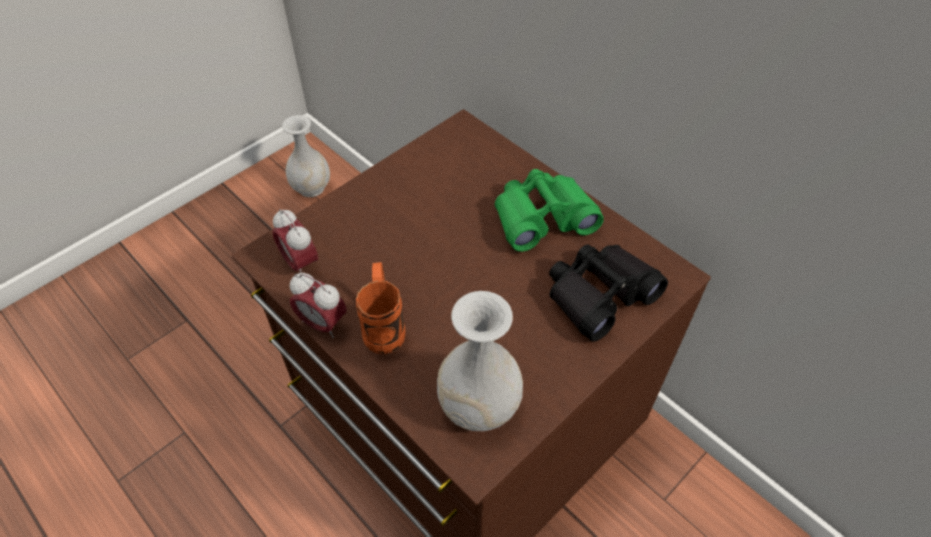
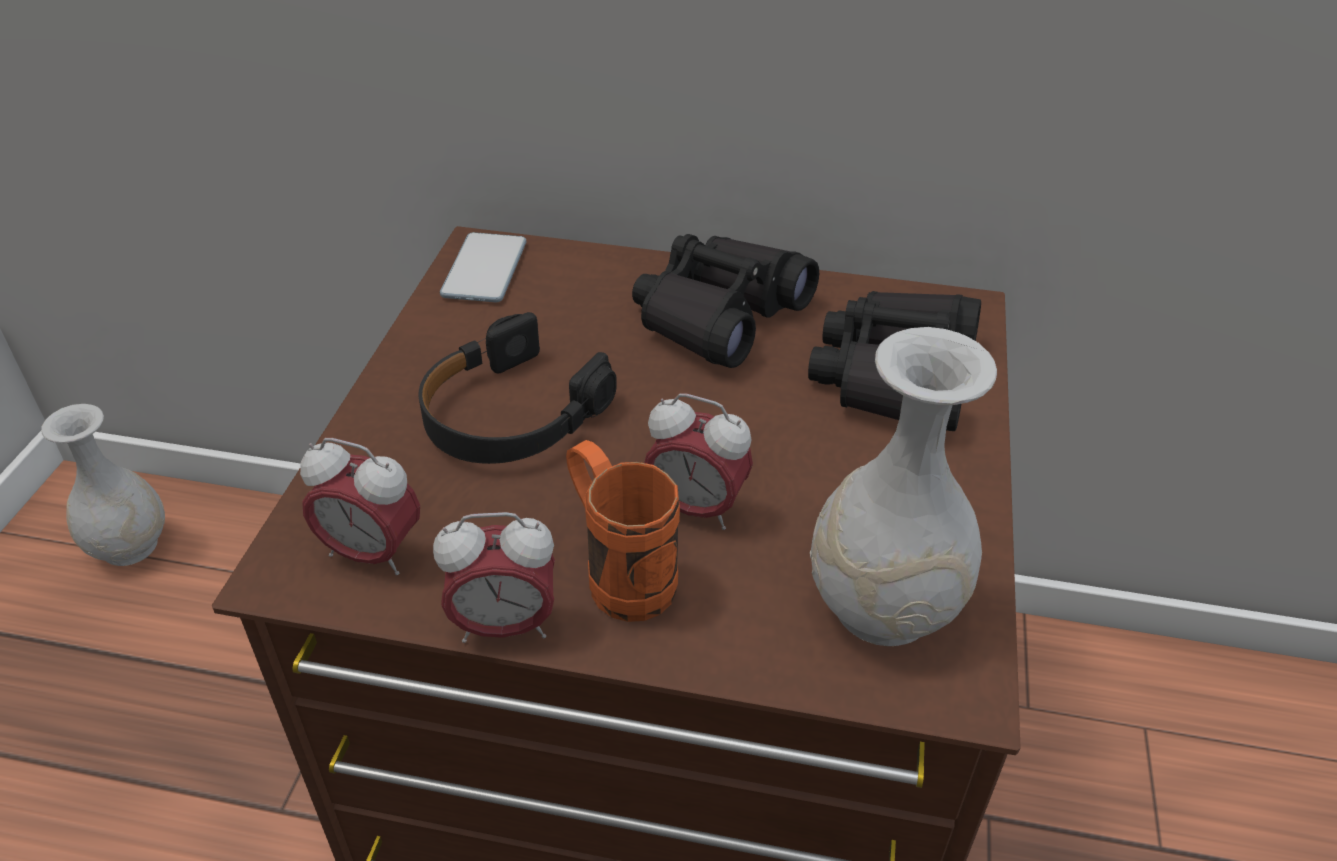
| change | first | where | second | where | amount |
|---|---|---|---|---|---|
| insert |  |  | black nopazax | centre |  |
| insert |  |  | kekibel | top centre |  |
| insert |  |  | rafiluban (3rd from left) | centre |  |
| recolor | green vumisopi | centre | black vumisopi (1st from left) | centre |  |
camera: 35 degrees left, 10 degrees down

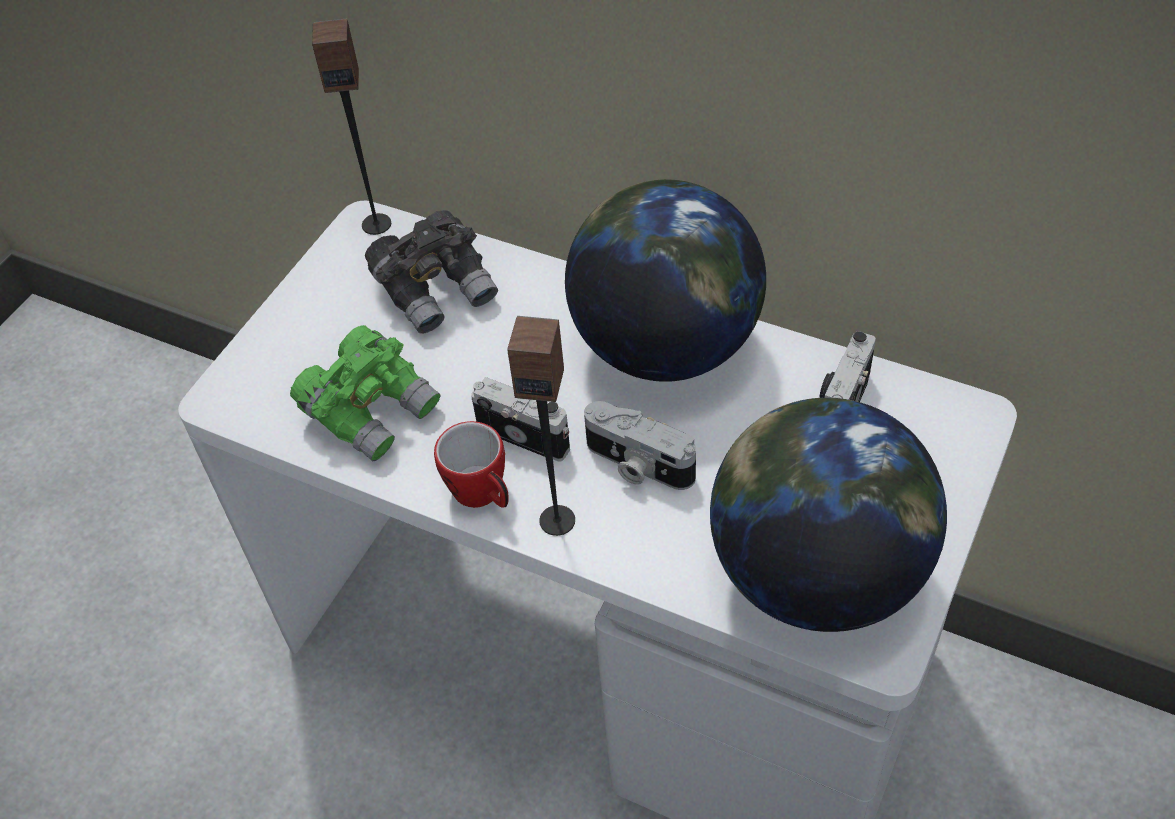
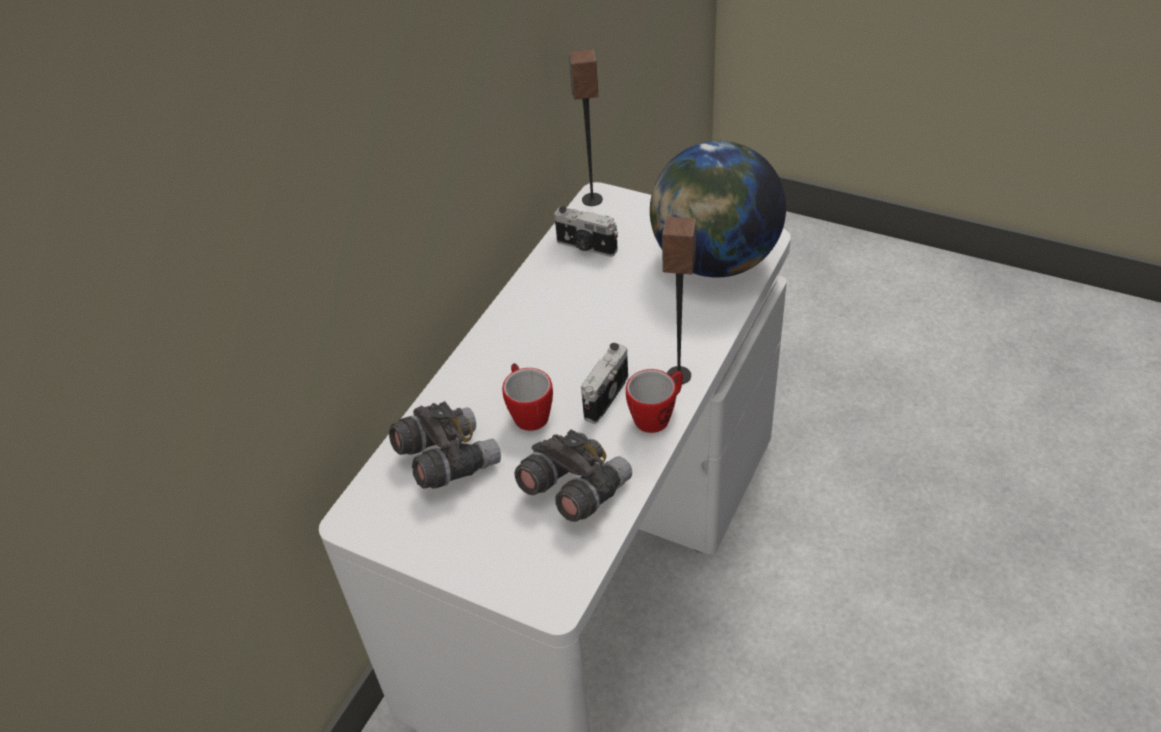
| change | first | where | second | where | amount |
|---|---|---|---|---|---|
| delete | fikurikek (1st from left) | centre |  |  |  |
| delete | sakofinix (2nd from left) | centre |  |  |  |
| insert |  |  | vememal (1st from left) | centre |  |
| move | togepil (1st from left) | top left |  | top centre |  |
| recolor | green vumisopi | middle left | grey vumisopi (2nd from left) | centre |  |
camera: 90 degrees left, 5 degrees down

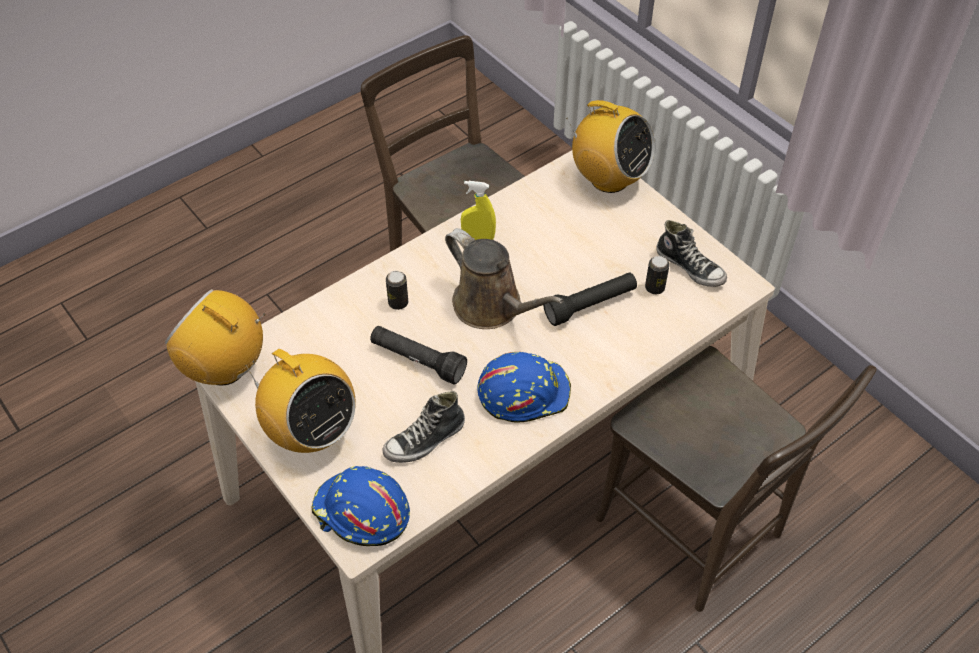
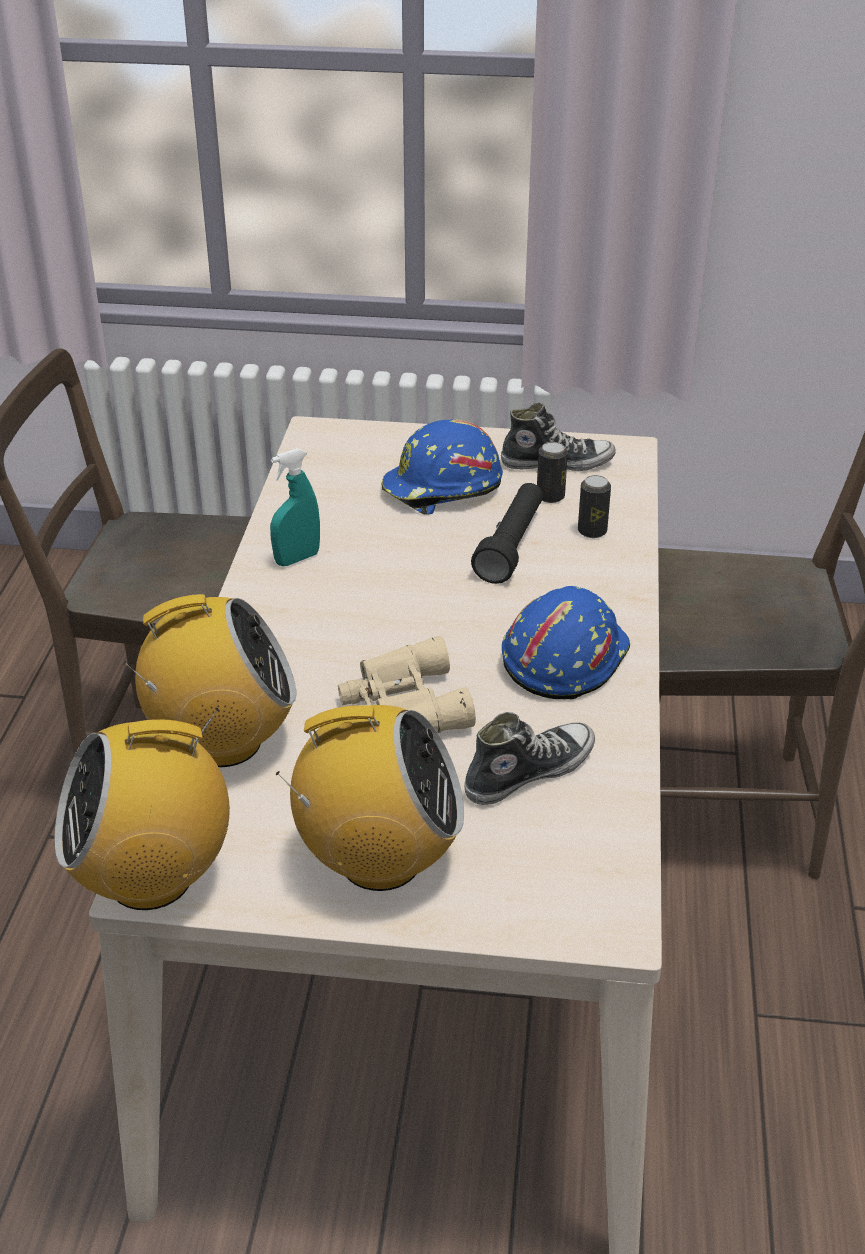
| change | first | where | second | where | amount |
|---|---|---|---|---|---|
| delete | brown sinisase | centre |  |  |  |
| move | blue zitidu (1st from left) | bottom centre |  | centre |  |
| move | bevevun (1st from left in the first image) | centre | bevevun (2nd from left) | middle right |  |
| move | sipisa (3rd from left in the first image) | top centre | sipisa (2nd from left) | middle left |  |
| replace | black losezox (1st from left) | centre | beige vumisopi | centre |  |
| recolor | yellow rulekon | top centre | turquoise rulekon | centre |  |
| rotate | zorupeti (1st from left) | centre |  | centre | 135 degrees counterclockwise |
camera: 45 degrees left, 15 degrees down

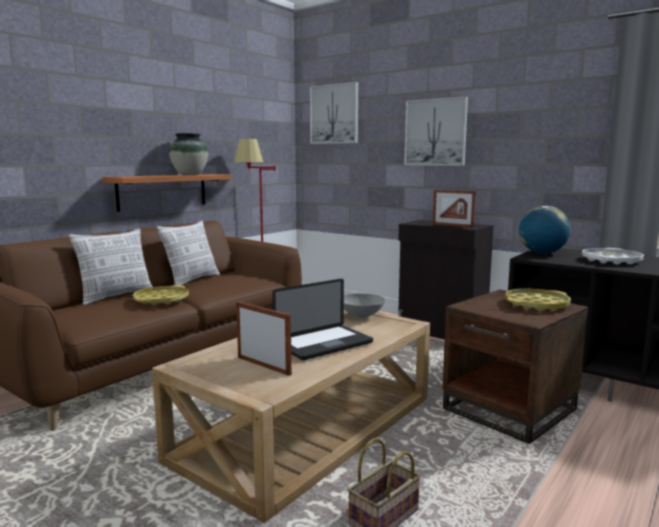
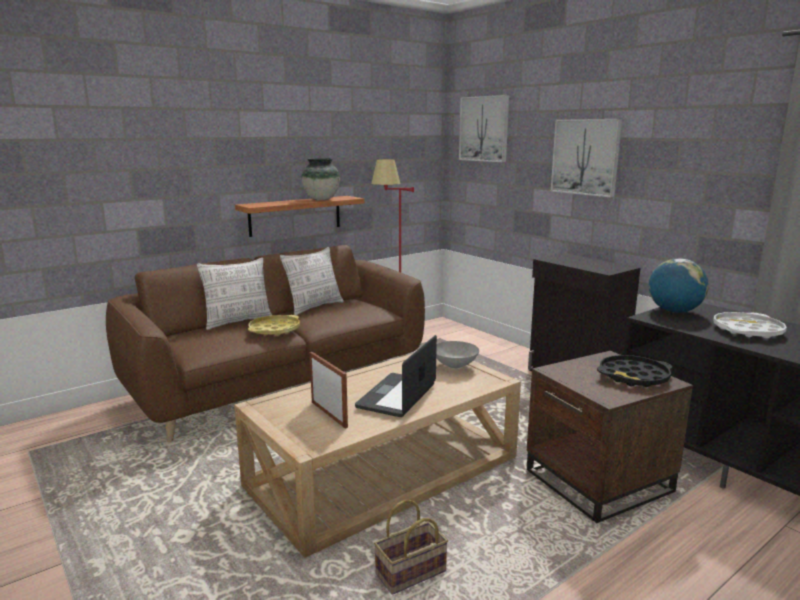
| change | first | where | second | where | amount |
|---|---|---|---|---|---|
| delete | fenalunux (2nd from left) | middle right |  |  |  |
| recolor | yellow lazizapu (2nd from left) | middle right | black lazizapu | middle right |  |
| rotate | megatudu | centre |  | centre | 135 degrees clockwise |
camera: 15 degrees right, 5 degrees up

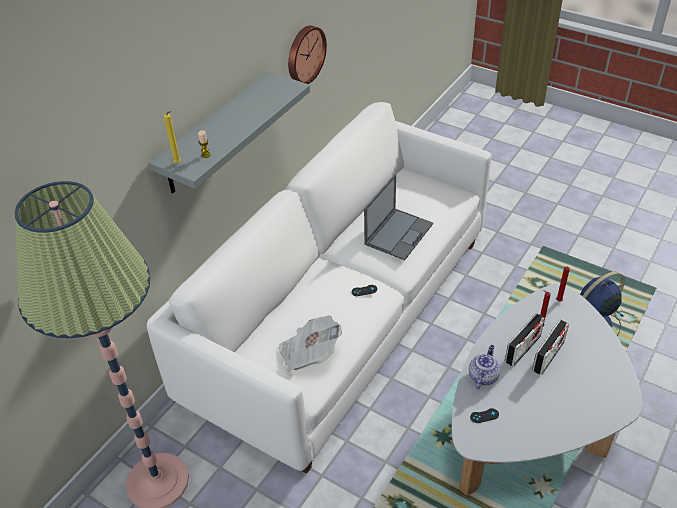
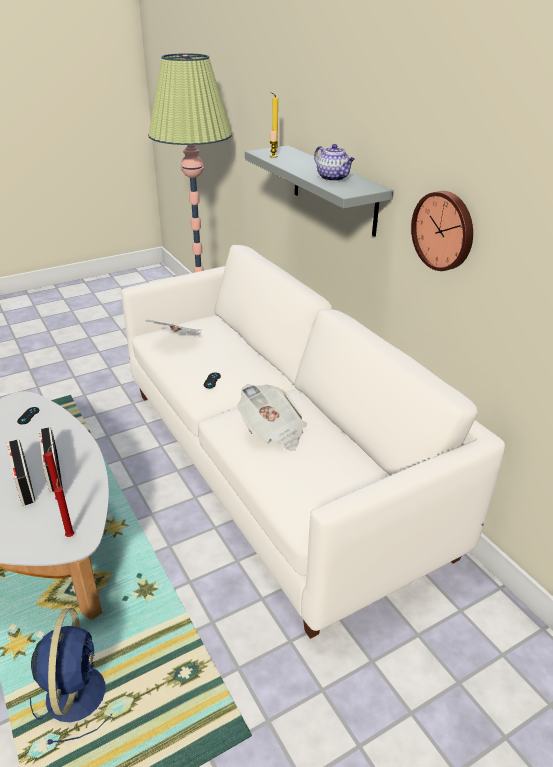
| change | first | where | second | where | amount |
|---|---|---|---|---|---|
| move | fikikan | bottom right |  | top centre |  |
| replace | megatudu | centre | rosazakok (2nd from left) | centre |  |
camera: 115 degrees right, 10 degrees down

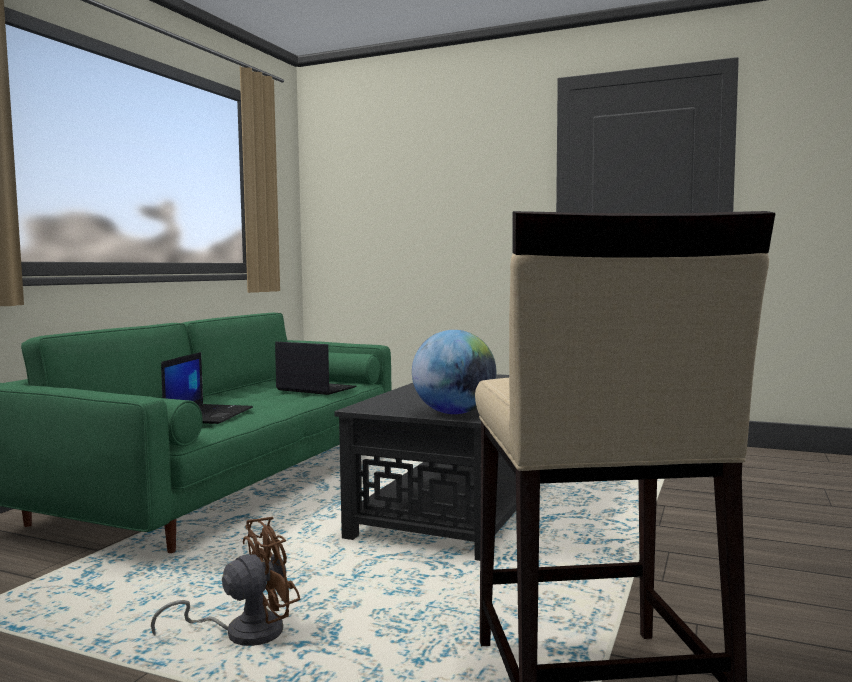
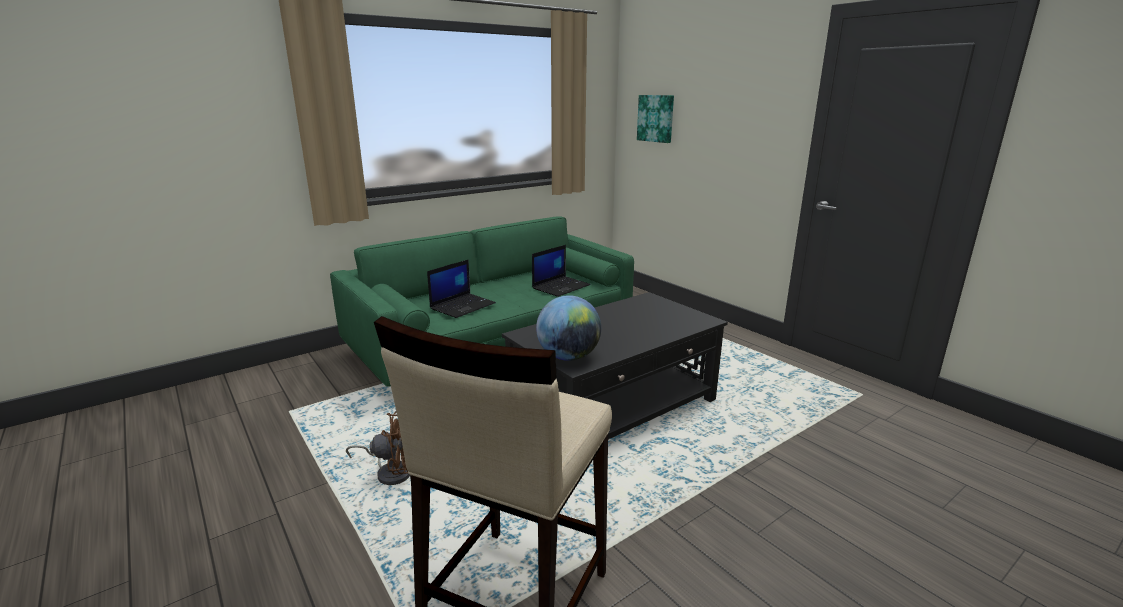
| change | first | where | second | where | amount |
|---|---|---|---|---|---|
| insert |  |  | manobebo | top centre |  |
| rotate | megatudu (2nd from left) | centre |  | centre | 75 degrees clockwise |
camera: 30 degrees right, 15 degrees up

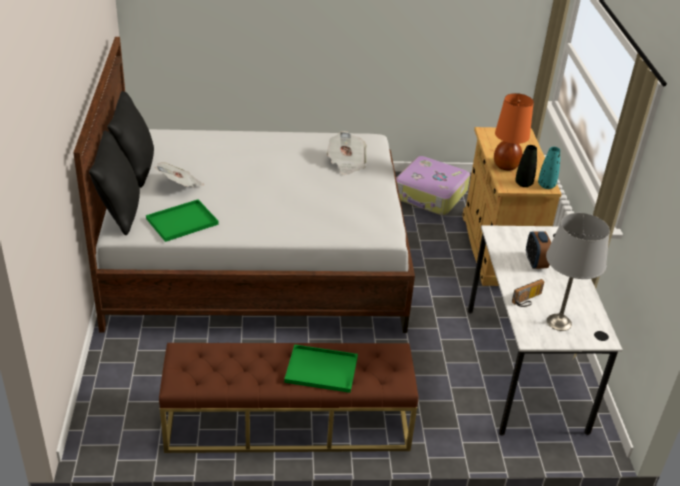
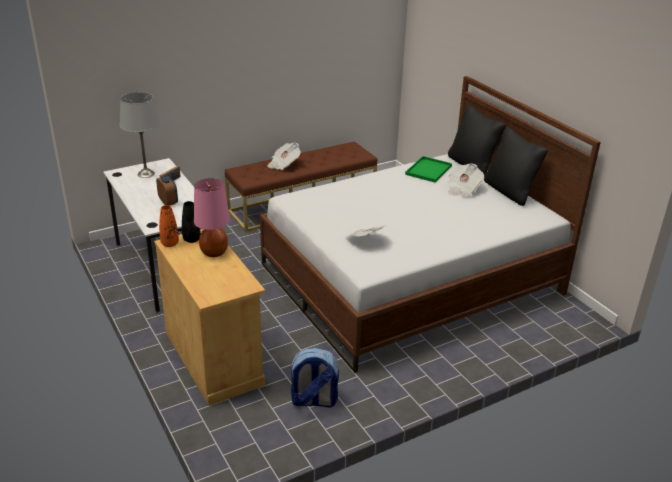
| change | first | where | second | where | amount |
|---|---|---|---|---|---|
| replace | green lazizapu (2nd from left) | bottom centre | rosazakok (1st from left) | top centre |  |
| replace | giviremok | centre | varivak | bottom centre |  |
| recolor | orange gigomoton | top right | pink gigomoton | middle left |  |
| recolor | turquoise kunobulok | middle right | orange kunobulok | middle left |  |
camera: 155 degrees right, 5 degrees down

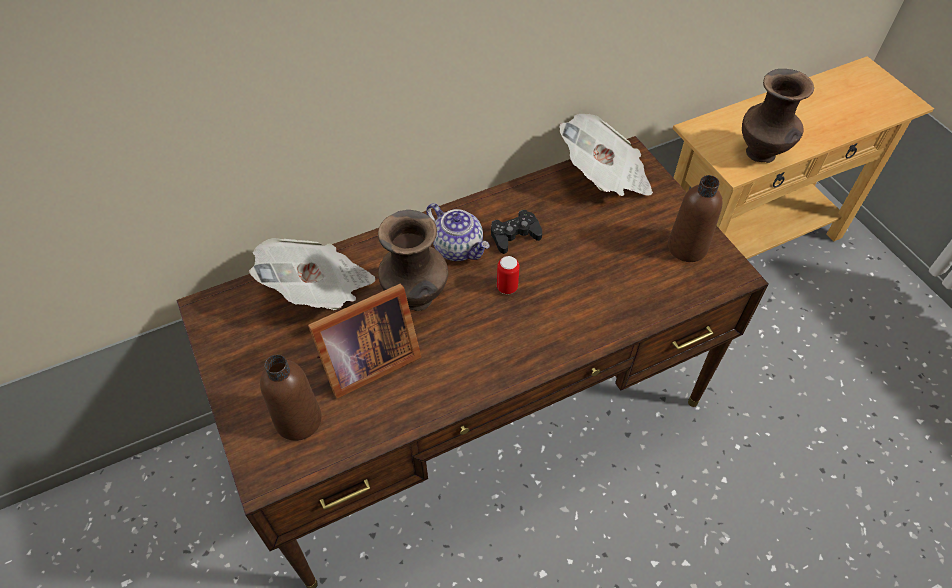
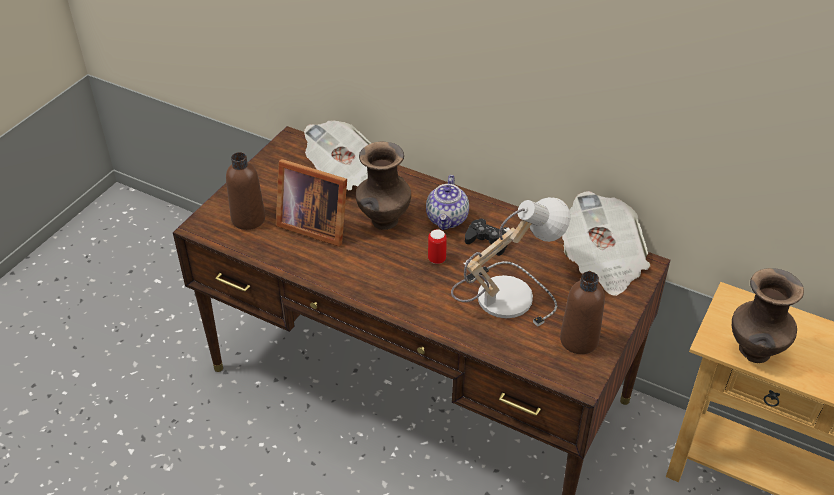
| change | first | where | second | where | amount |
|---|---|---|---|---|---|
| insert |  |  | gigomoton | centre |  |
camera: 55 degrees right, 10 degrees down

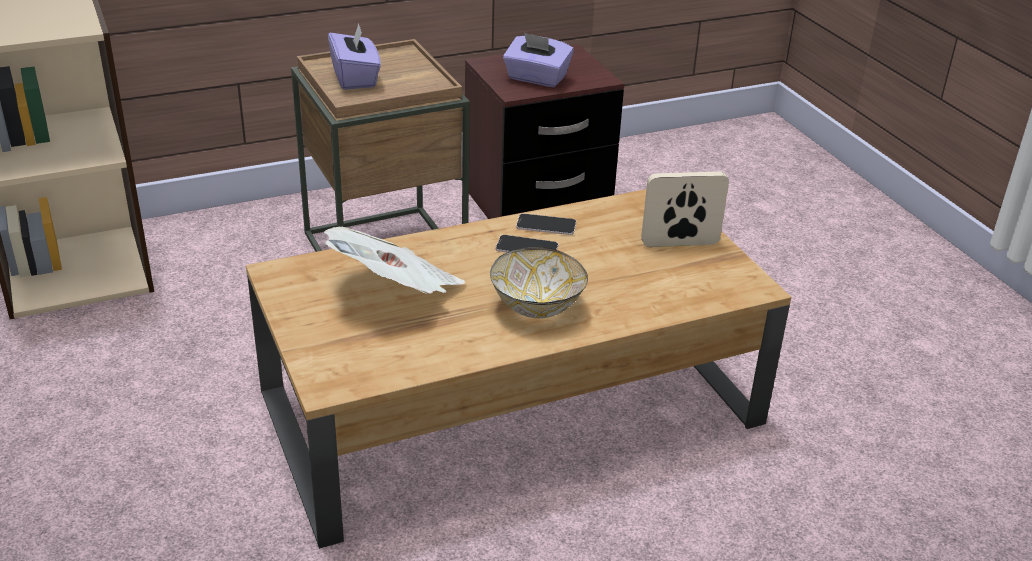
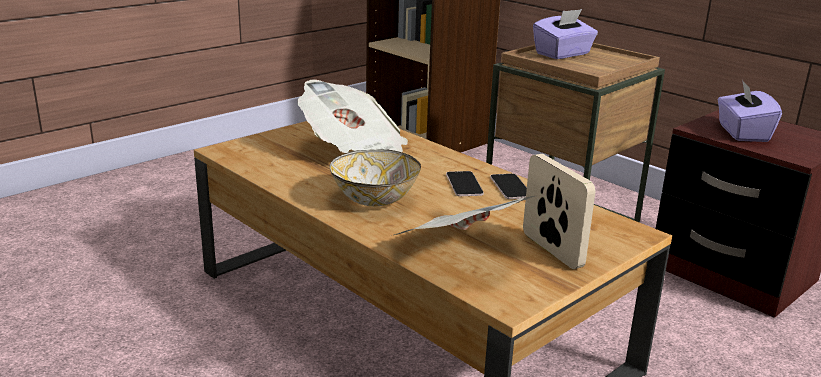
| change | first | where | second | where | amount |
|---|---|---|---|---|---|
| insert |  |  | rosazakok (2nd from left) | centre |  |
camera: 70 degrees right, 10 degrees down

